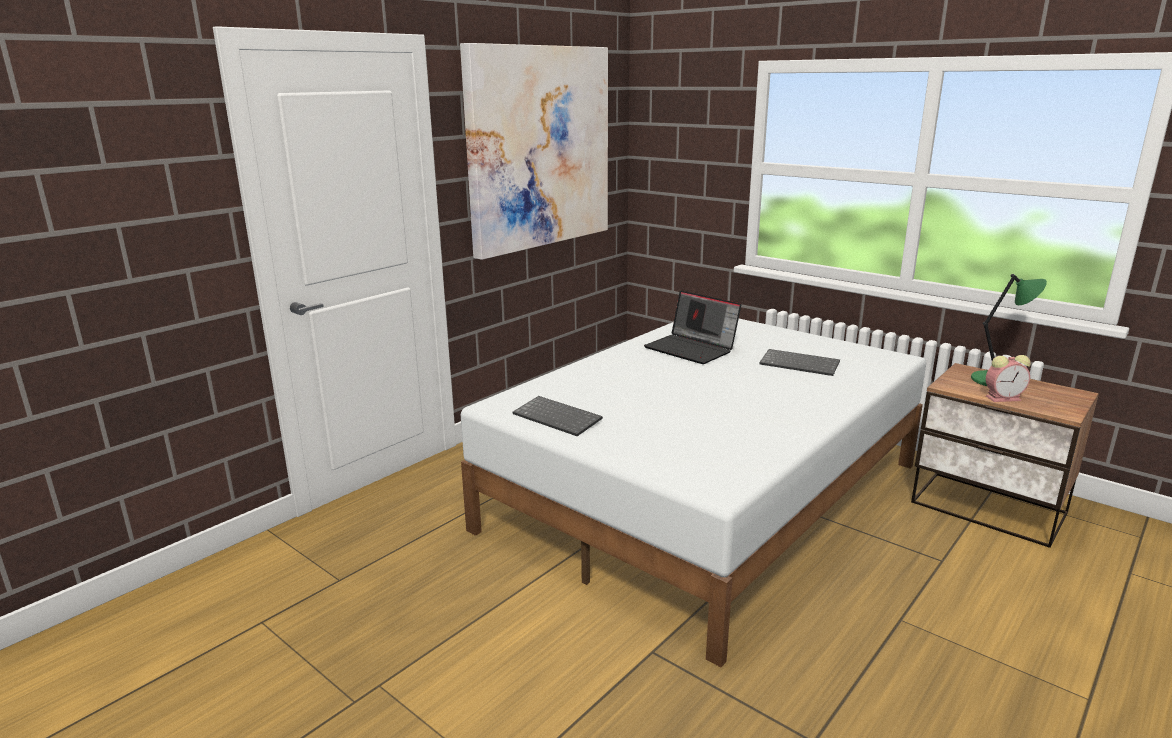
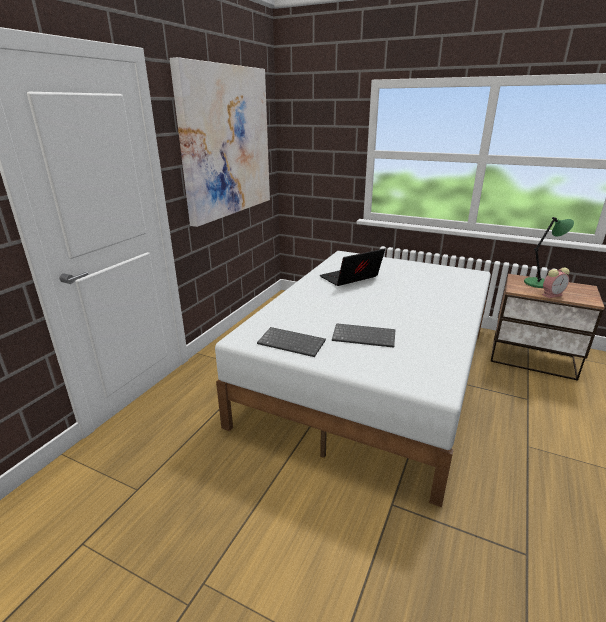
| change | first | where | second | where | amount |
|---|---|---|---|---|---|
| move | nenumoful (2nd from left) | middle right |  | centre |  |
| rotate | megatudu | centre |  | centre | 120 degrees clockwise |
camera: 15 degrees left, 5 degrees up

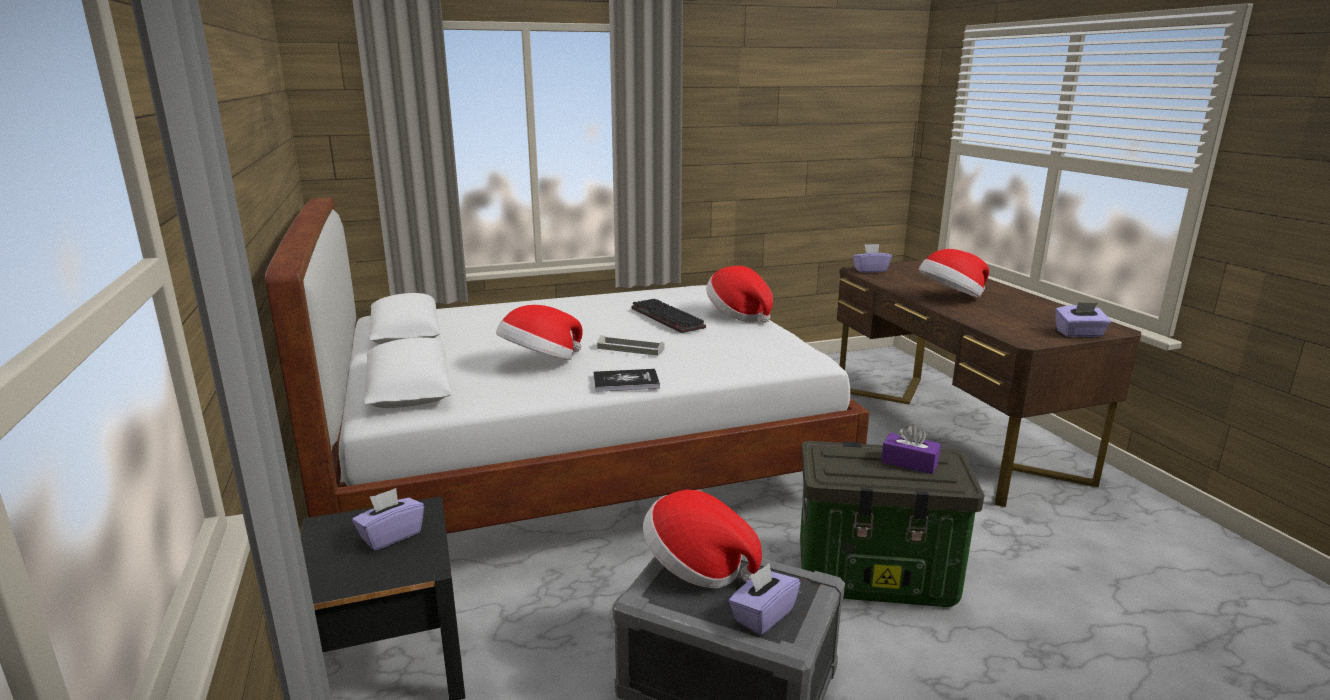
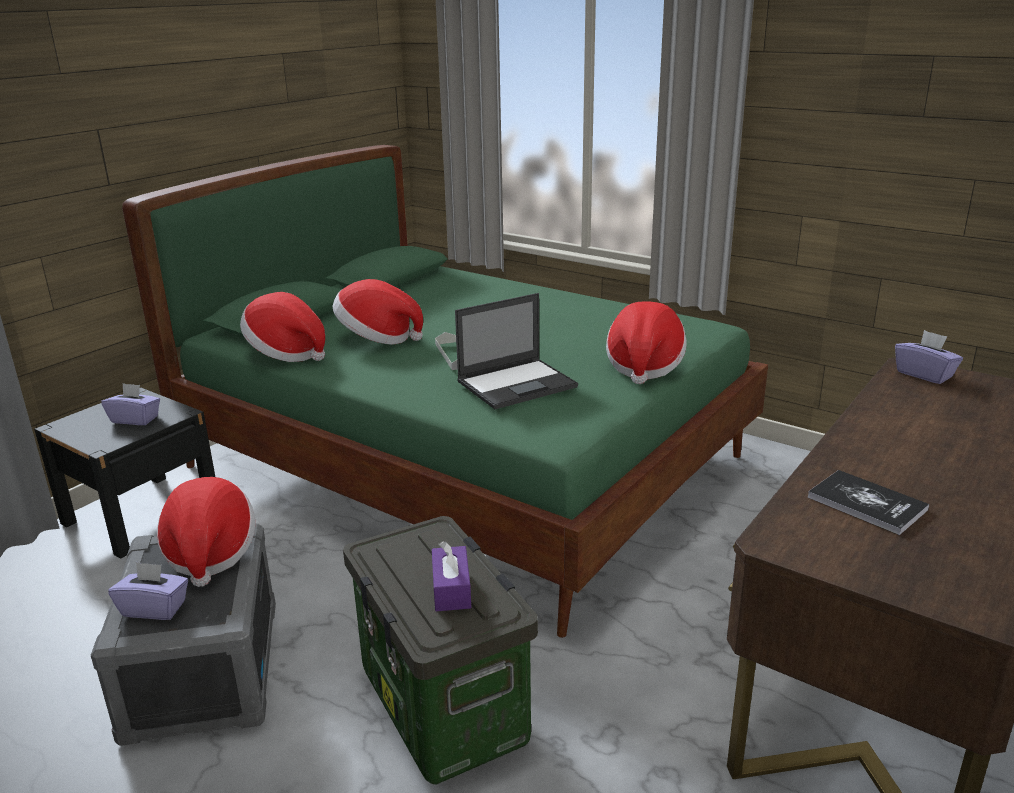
| change | first | where | second | where | amount |
|---|---|---|---|---|---|
| delete | nenumoful | centre |  |  |  |
| delete | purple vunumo (5th from left) | middle right |  |  |  |
| insert |  |  | megatudu | centre |  |
| move | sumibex | centre |  | middle right |  |
| move | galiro (4th from left in the first image) | middle right | galiro (2nd from left) | middle left |  |
| recolor | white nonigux | centre | green nonigux | centre |  |
camera: 55 degrees right, 5 degrees up

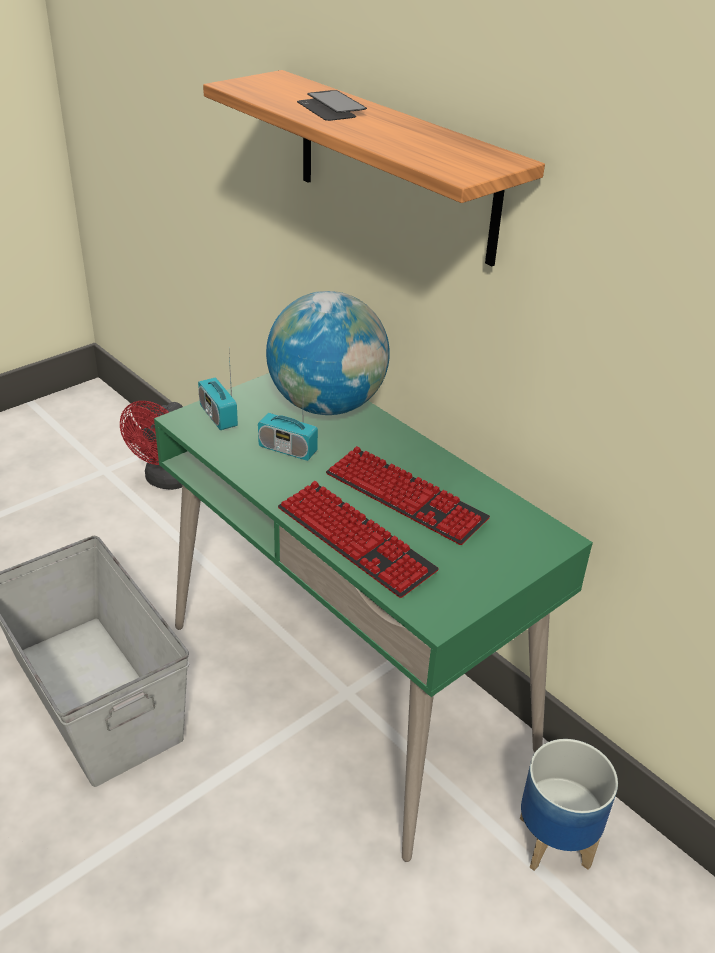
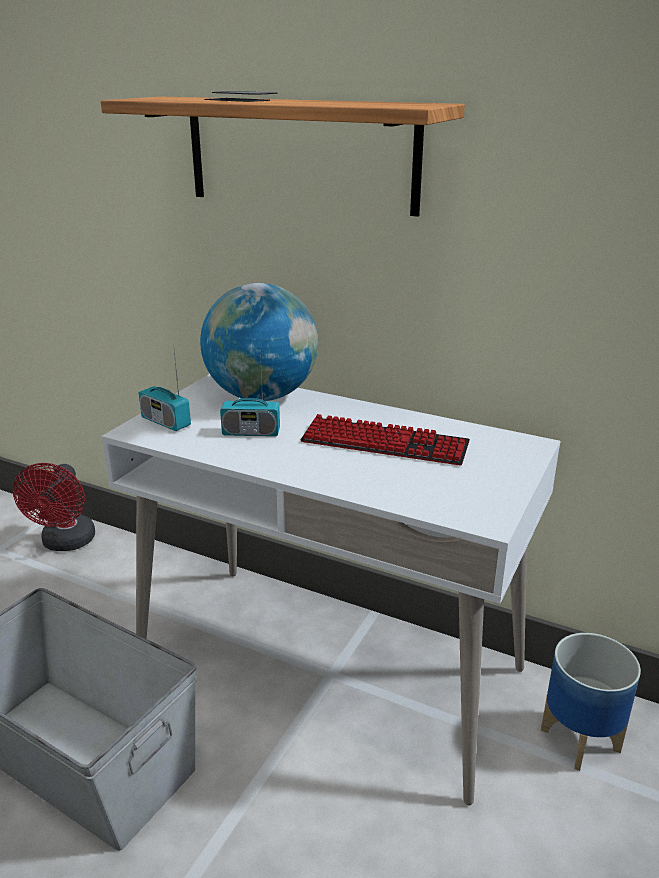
| change | first | where | second | where | amount |
|---|---|---|---|---|---|
| delete | nenumoful (1st from left) | centre |  |  |  |
| recolor | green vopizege | centre | white vopizege | bottom centre |  |
camera: 20 degrees left, 10 degrees down

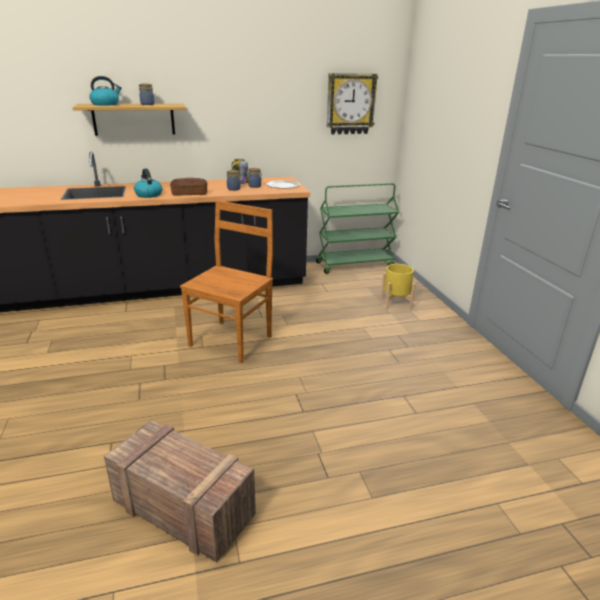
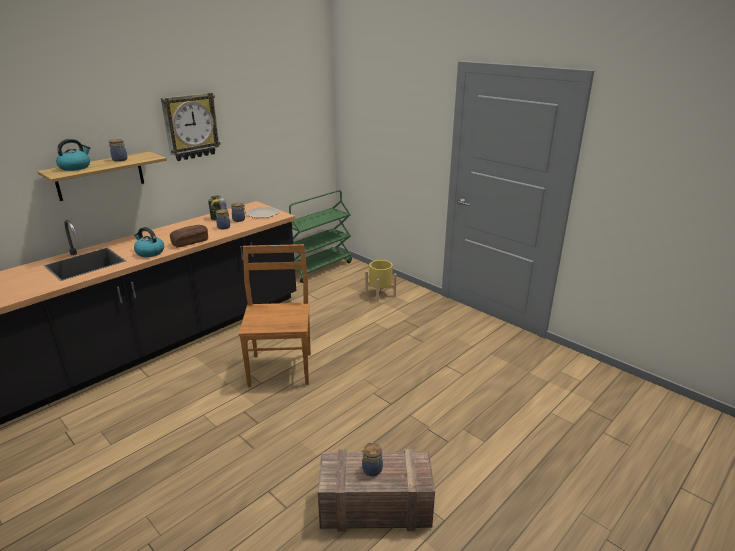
| change | first | where | second | where | amount |
|---|---|---|---|---|---|
| insert |  |  | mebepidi (5th from left) | bottom centre |  |
| move | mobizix | top centre |  | top left |  |
camera: 30 degrees left, 0 degrees up

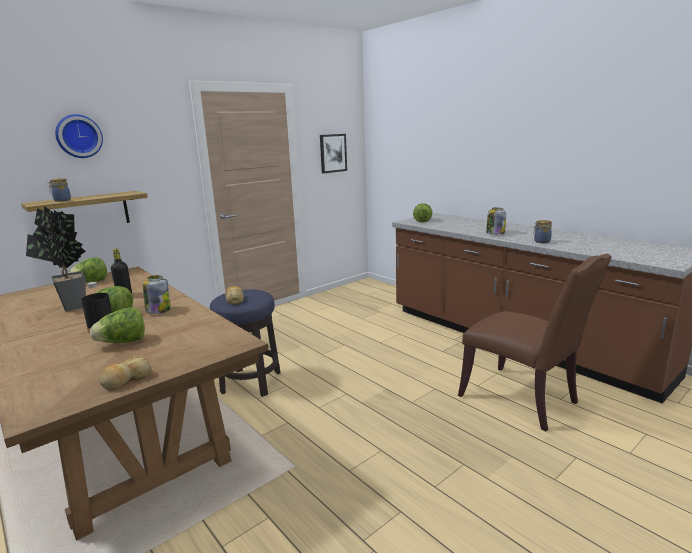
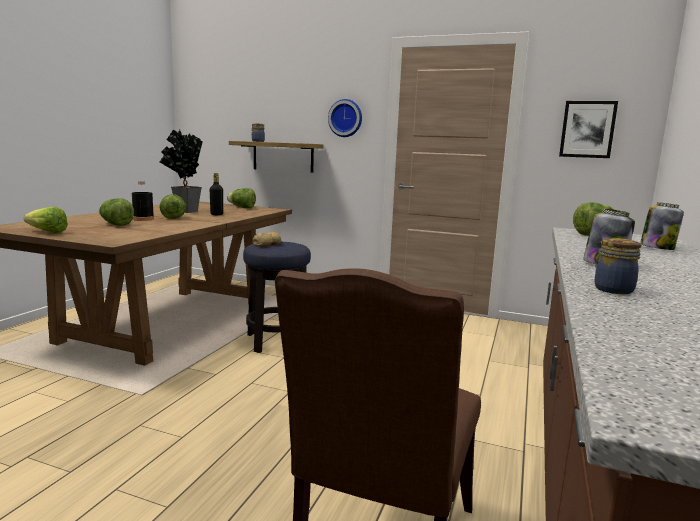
| change | first | where | second | where | amount |
|---|---|---|---|---|---|
| move | mobizix | top left |  | top centre |  |
| move | mebepidi (2nd from left in the first image) | middle left | mebepidi (4th from left) | middle right |  |
| replace | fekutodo (1st from left) | bottom left | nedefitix (1st from left) | middle left |  |
camera: 60 degrees right, 5 degrees down

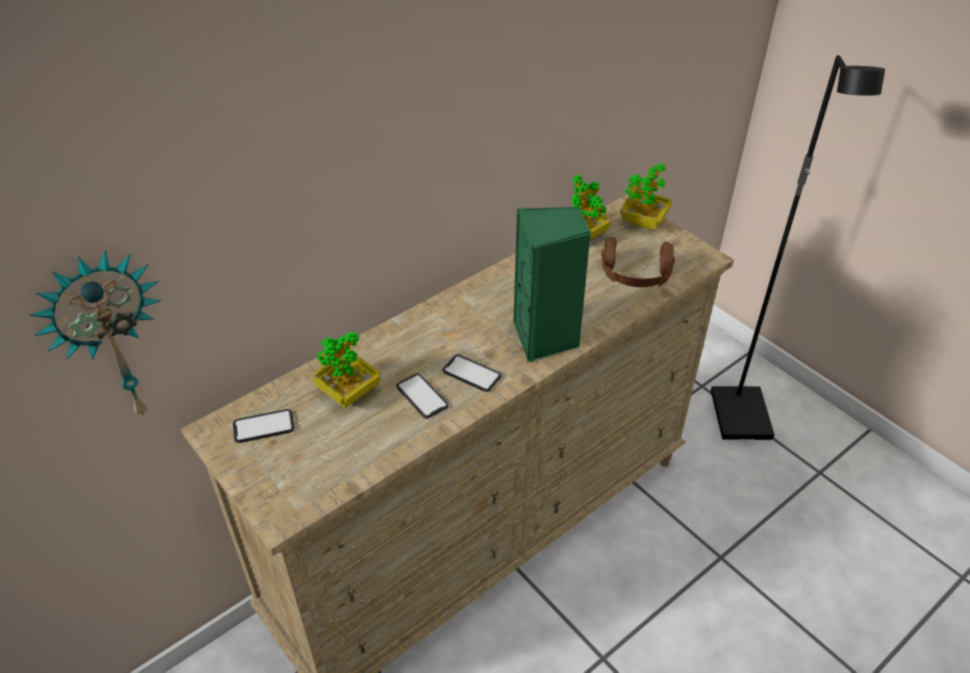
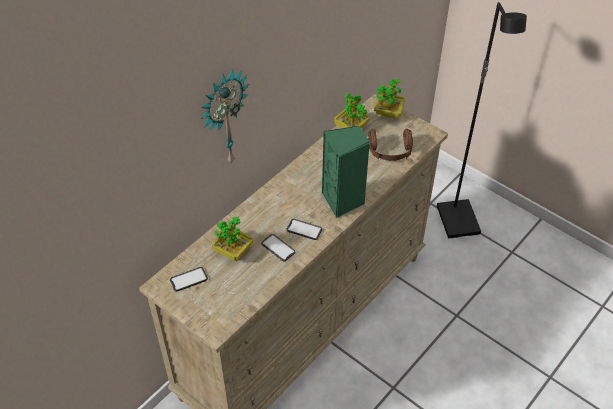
| change | first | where | second | where | amount |
|---|---|---|---|---|---|
| move | mobizix | middle left |  | top centre |  |
camera: 10 degrees left, 5 degrees up

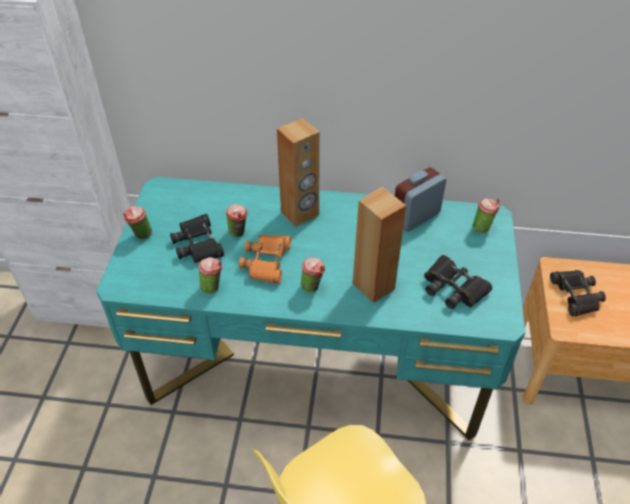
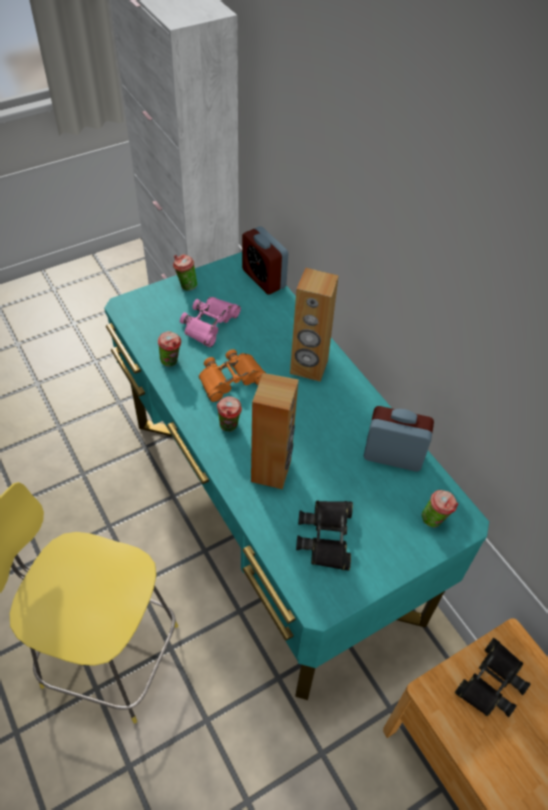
| change | first | where | second | where | amount |
|---|---|---|---|---|---|
| delete | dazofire (3rd from left) | centre |  |  |  |
| insert |  |  | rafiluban (1st from left) | top centre |  |
| recolor | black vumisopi (1st from left) | middle left | pink vumisopi | centre |  |
camera: 50 degrees right, 5 degrees up

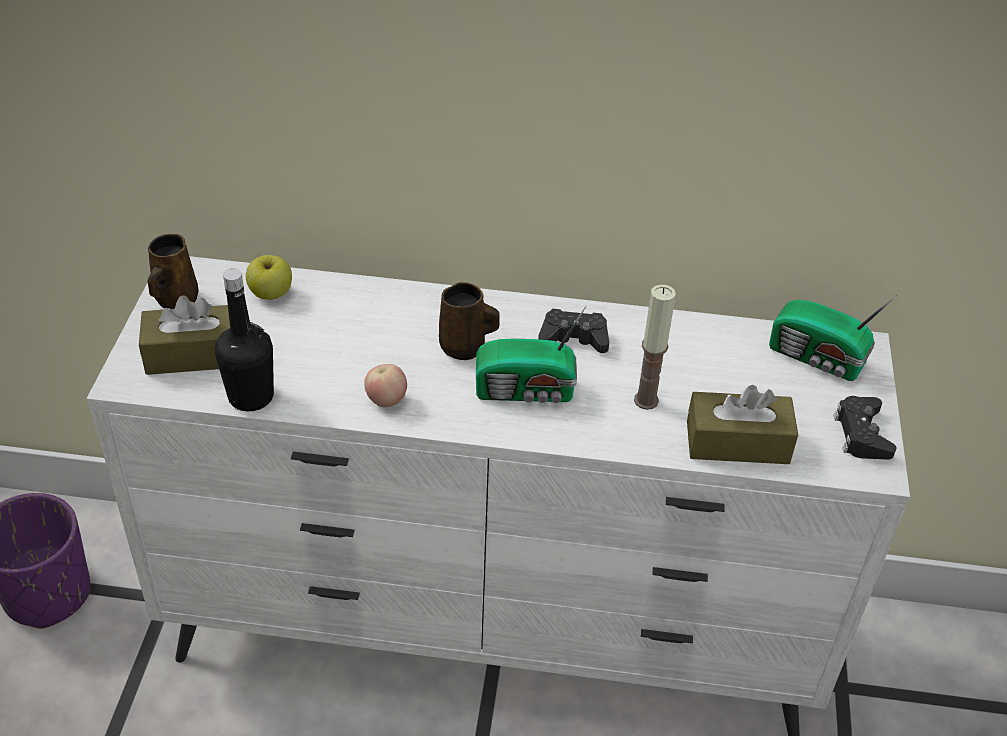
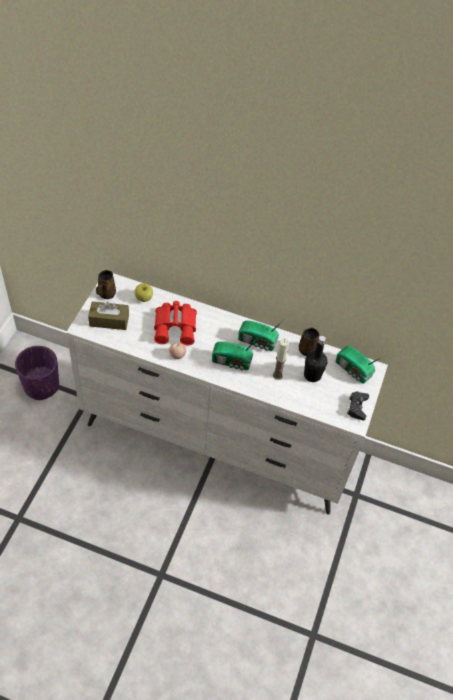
| change | first | where | second | where | amount |
|---|---|---|---|---|---|
| delete | brown vunumo (2nd from left) | middle right |  |  |  |
| insert |  |  | red vumisopi | centre |  |
| move | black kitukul | middle left |  | middle right |  |
| move | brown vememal (2nd from left) | centre |  | middle right |  |
| replace | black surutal (1st from left) | centre | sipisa (2nd from left) | centre |  |
camera: 10 degrees right, 10 degrees up

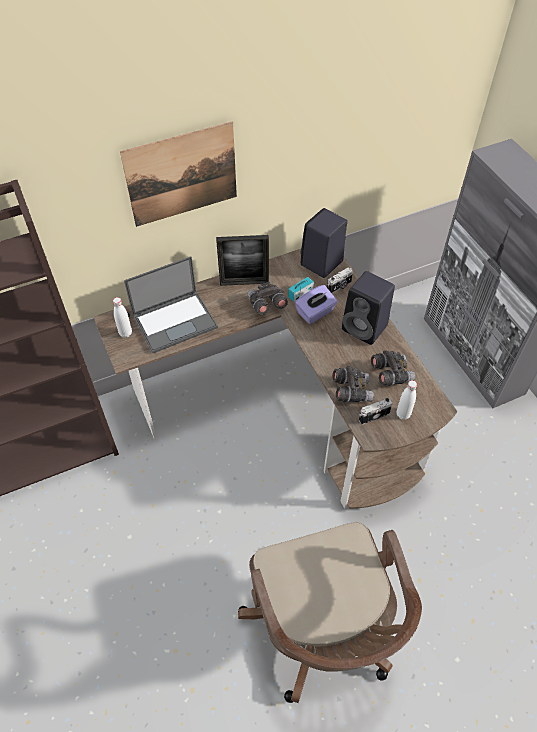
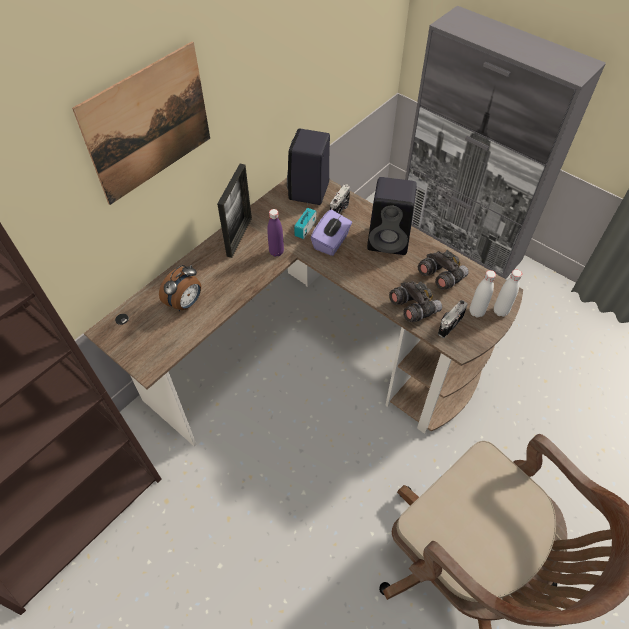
| change | first | where | second | where | amount |
|---|---|---|---|---|---|
| move | white kitukul (1st from left in the first image) | middle left | white kitukul (2nd from left) | middle right |  |
| replace | megatudu | middle left | rafiluban | middle left |  |
| replace | grey vumisopi (1st from left) | centre | purple kitukul | centre |  |
| rotate | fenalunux | centre |  | centre | 45 degrees counterclockwise |
camera: 25 degrees left, 0 degrees up

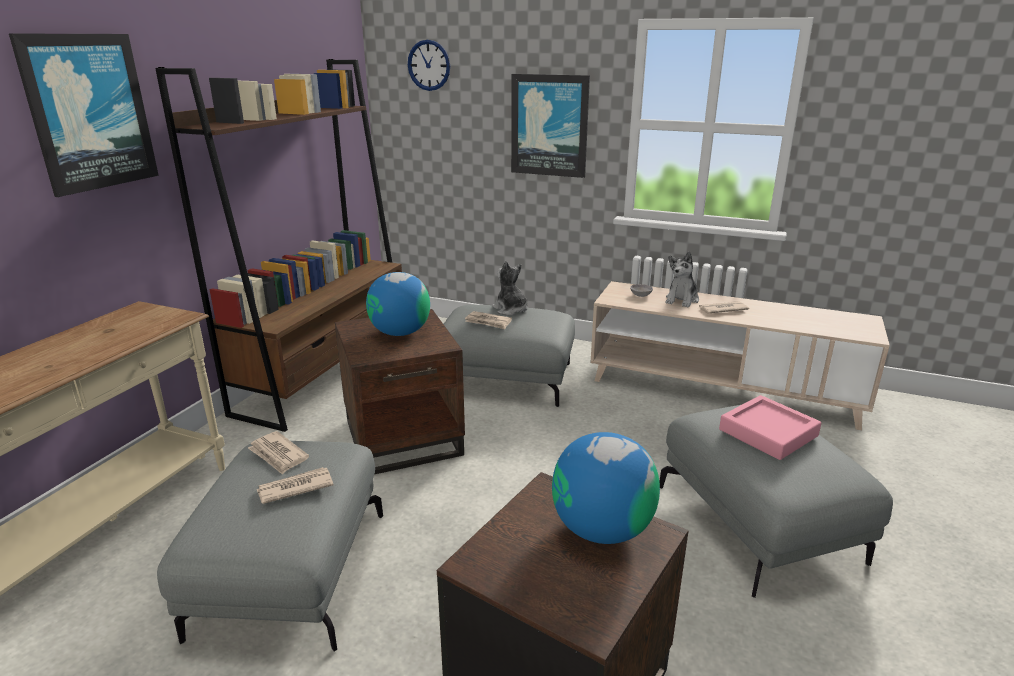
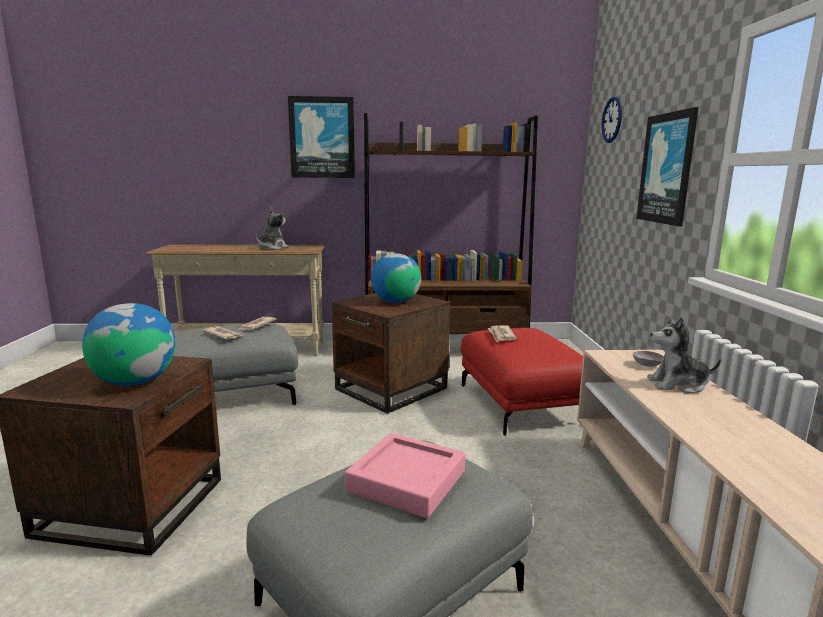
| change | first | where | second | where | amount |
|---|---|---|---|---|---|
| delete | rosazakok (4th from left) | middle right |  |  |  |
| move | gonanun (1st from left) | centre |  | middle left |  |
| recolor | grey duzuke (2nd from left) | centre | red duzuke | centre |  |
camera: 65 degrees right, 10 degrees down

